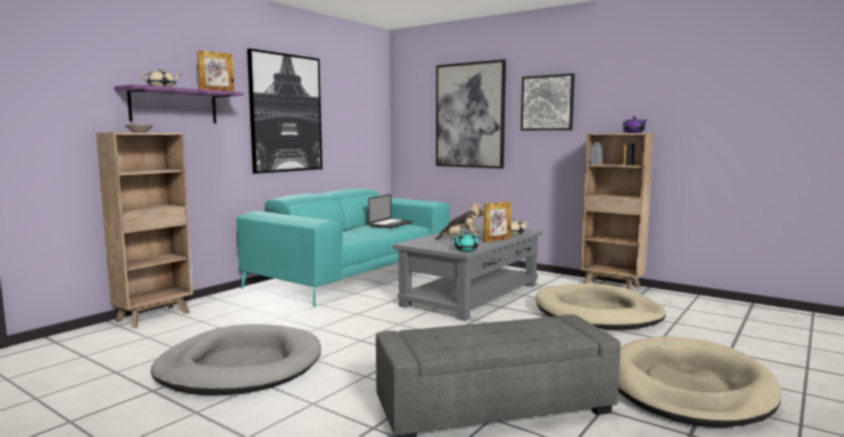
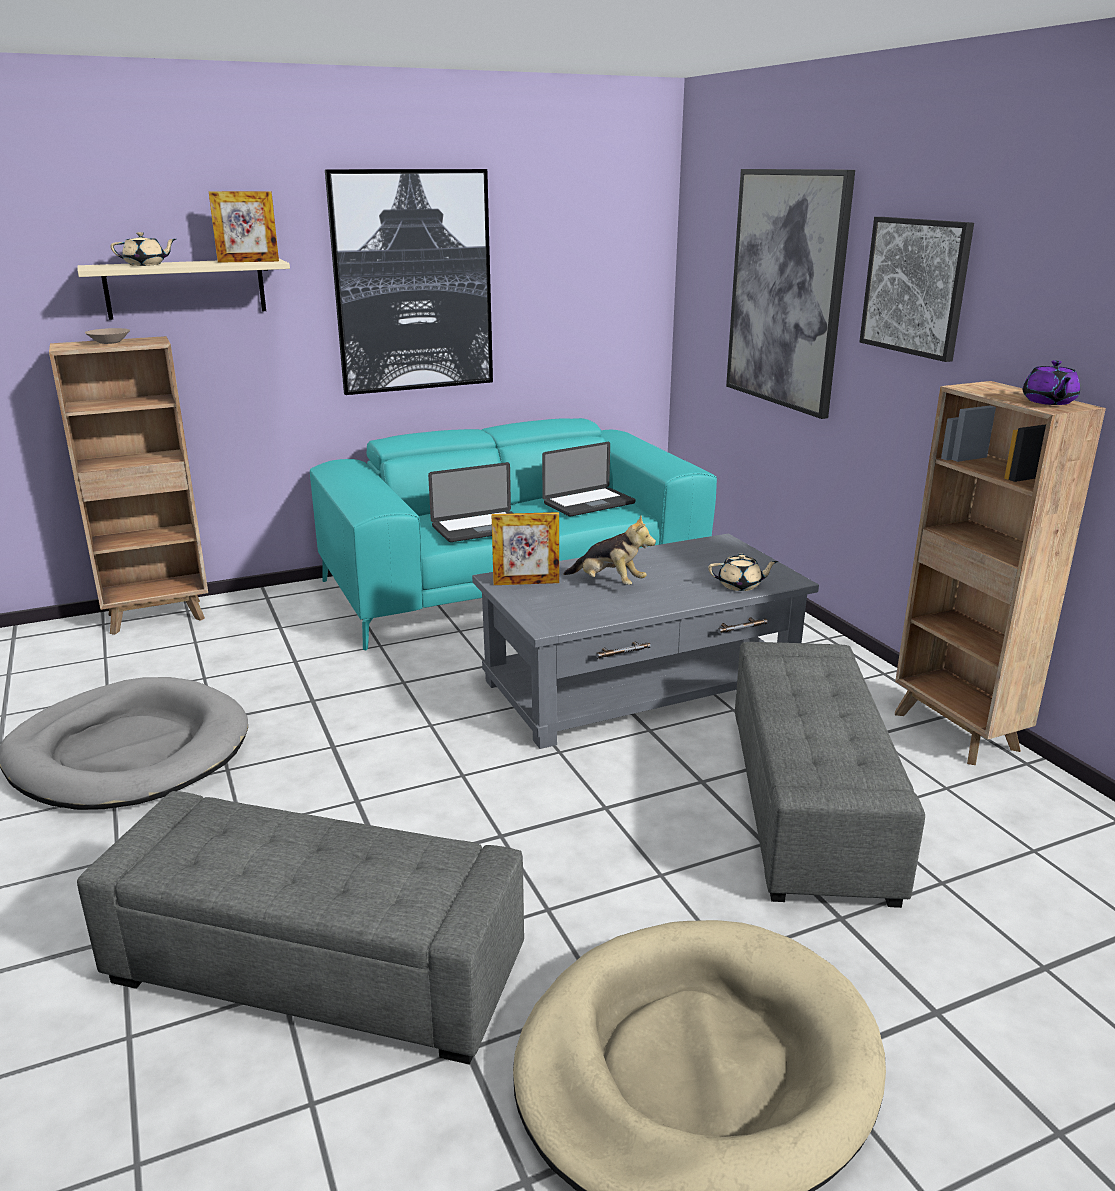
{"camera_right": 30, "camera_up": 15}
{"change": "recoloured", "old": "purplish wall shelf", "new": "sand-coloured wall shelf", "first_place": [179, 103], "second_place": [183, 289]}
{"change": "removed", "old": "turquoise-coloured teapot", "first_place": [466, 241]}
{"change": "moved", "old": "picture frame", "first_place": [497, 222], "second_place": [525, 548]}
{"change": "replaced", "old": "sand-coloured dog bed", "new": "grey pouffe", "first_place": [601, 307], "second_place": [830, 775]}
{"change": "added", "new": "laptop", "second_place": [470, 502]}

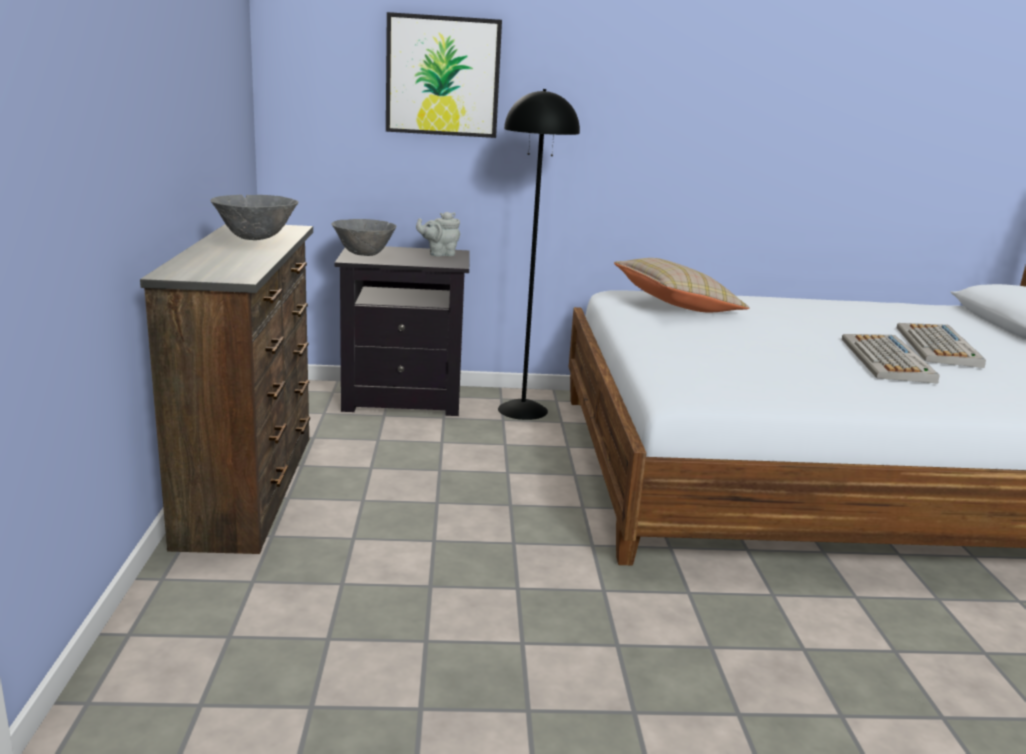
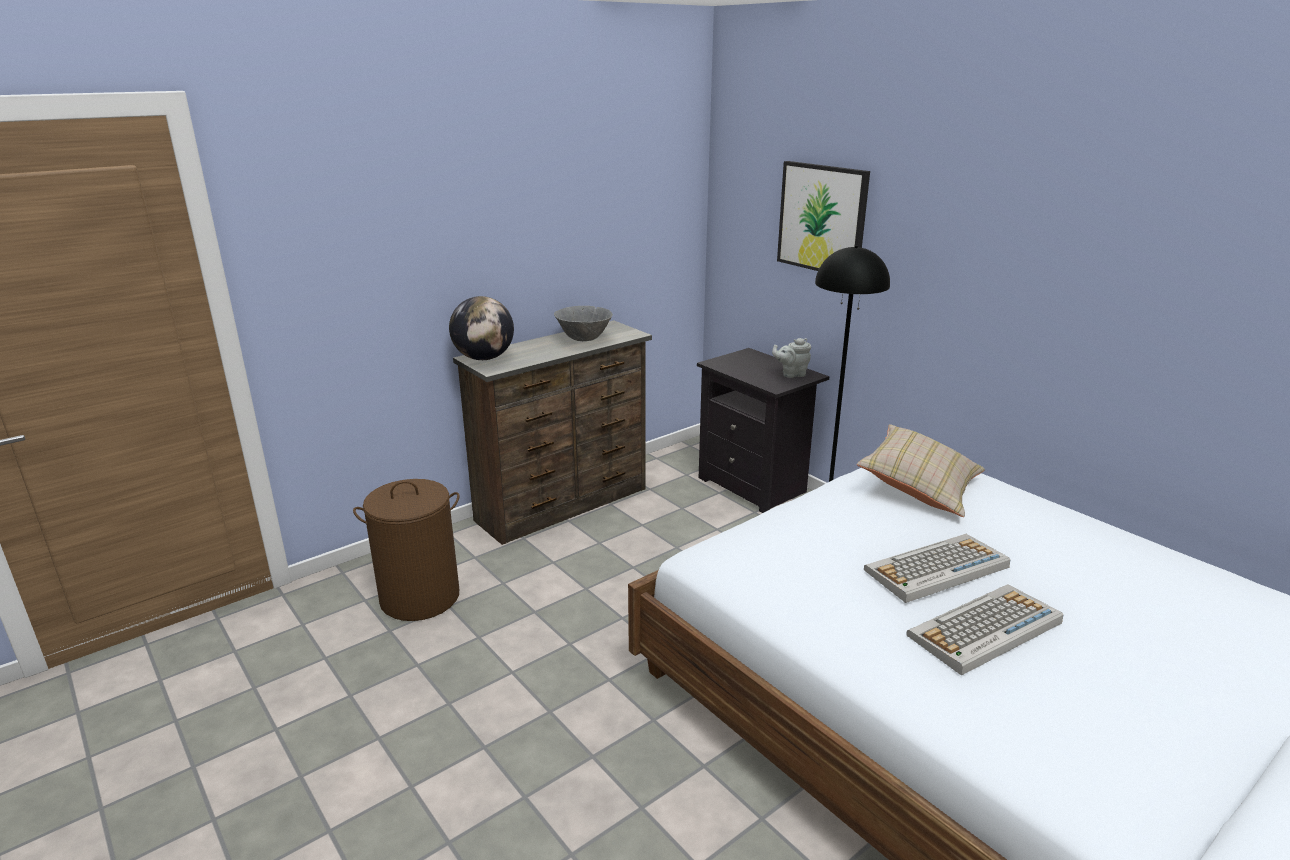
{"camera_right": 55, "camera_up": 5}
{"change": "removed", "old": "grey serving bowl", "first_place": [363, 237]}
{"change": "turned", "old": "grey teapot", "first_place": [438, 234], "second_place": [791, 358], "degrees": -45}
{"change": "moved", "old": "PC keyboard", "first_place": [941, 345], "second_place": [937, 568]}
{"change": "added", "new": "brown washing basket", "second_place": [406, 550]}
{"change": "added", "new": "desk globe", "second_place": [481, 328]}

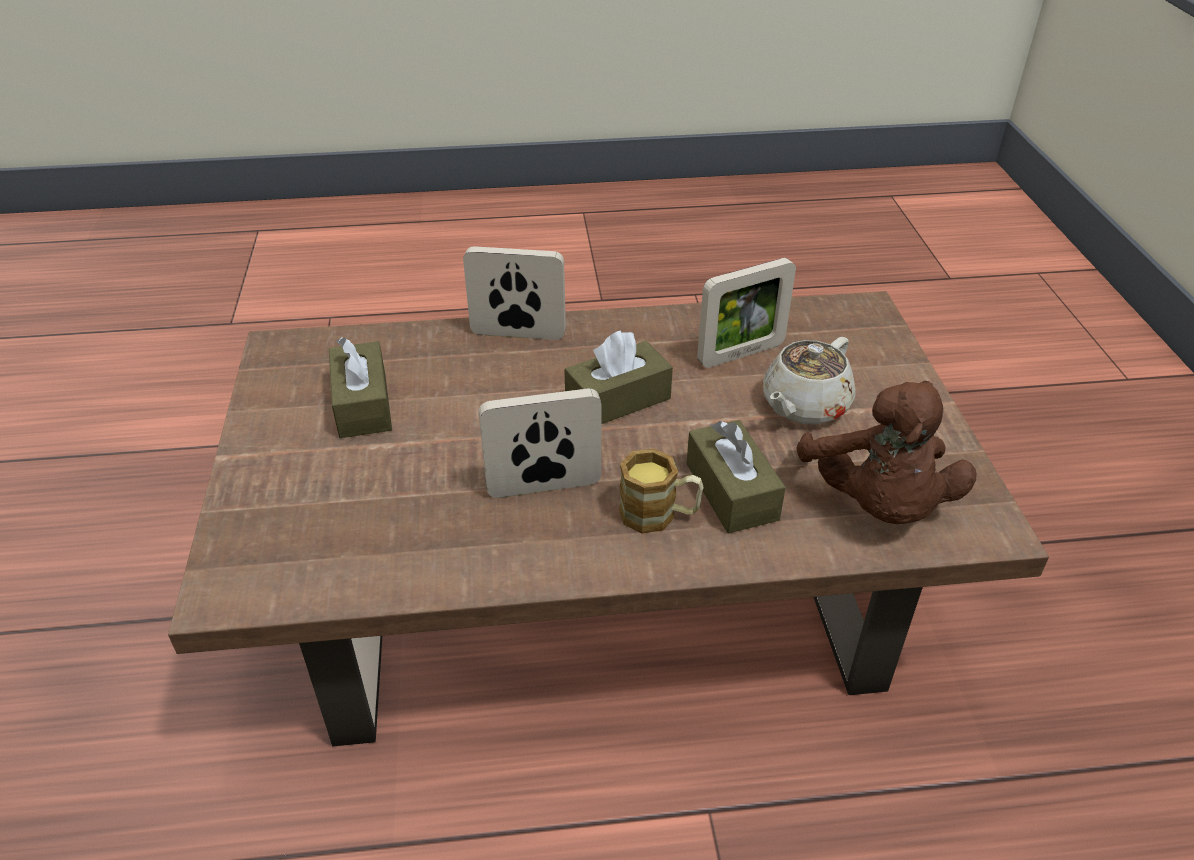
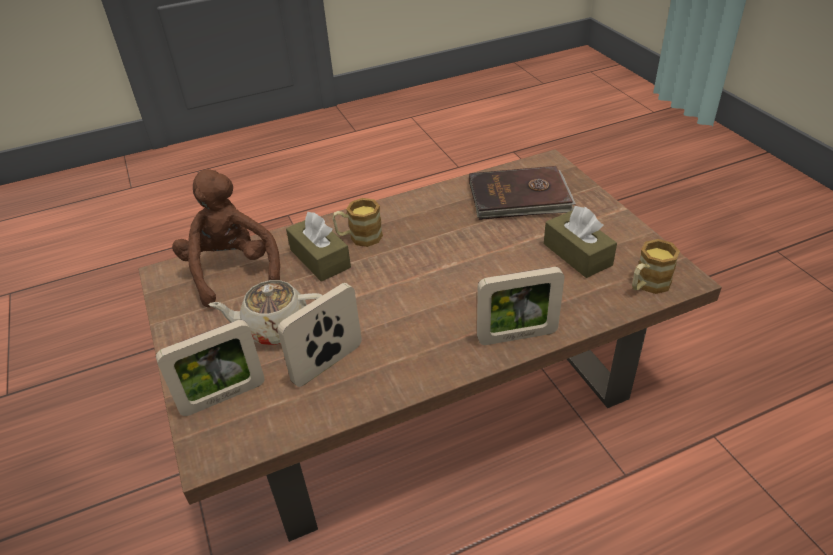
{"camera_right": 165, "camera_up": 0}
{"change": "moved", "old": "picture frame", "first_place": [540, 443], "second_place": [210, 368]}
{"change": "removed", "old": "brown box of tissues", "first_place": [618, 377]}
{"change": "turned", "old": "sand-coloured teapot", "first_place": [809, 381], "second_place": [265, 312], "degrees": -120}
{"change": "added", "new": "brown volume", "second_place": [522, 193]}
{"change": "added", "new": "mug", "second_place": [656, 266]}

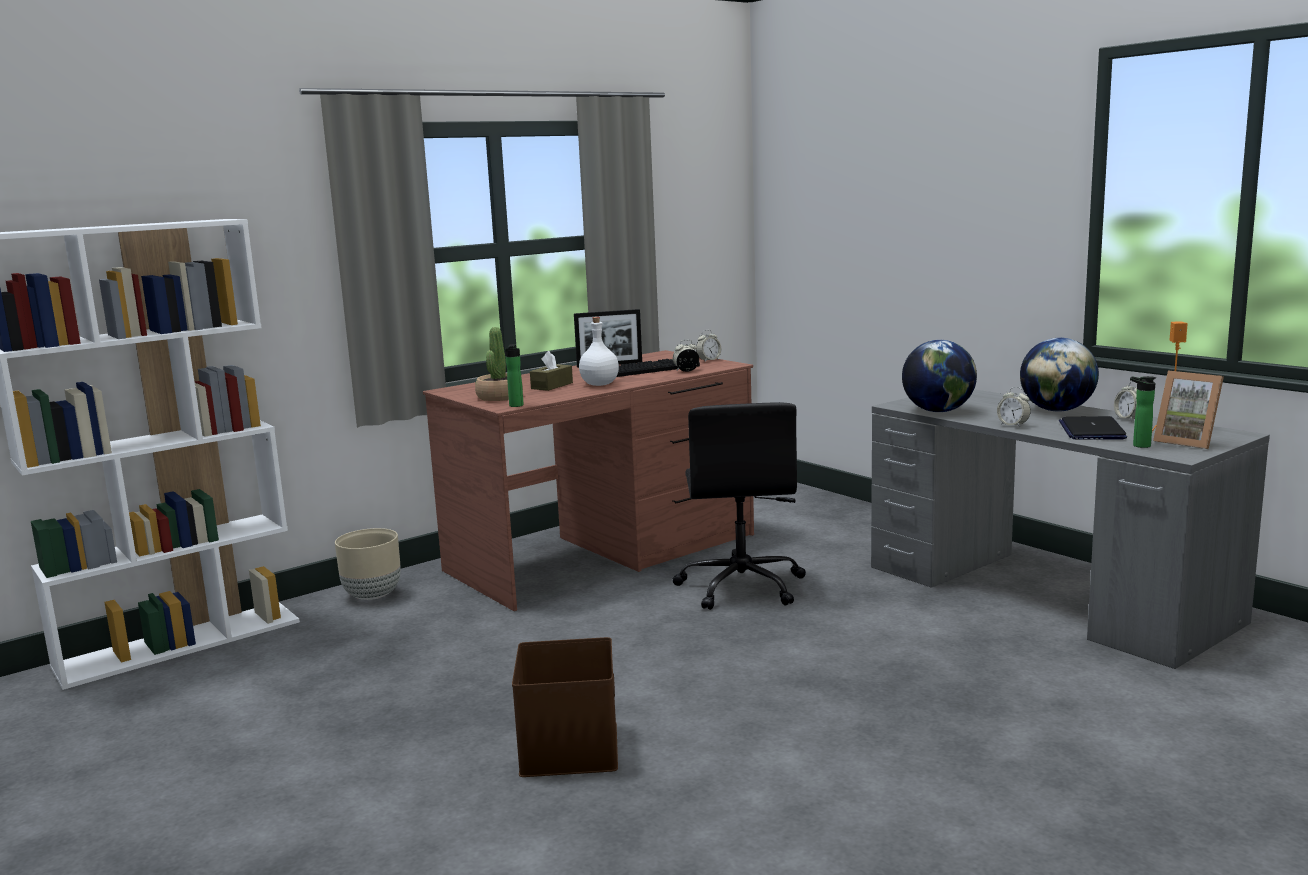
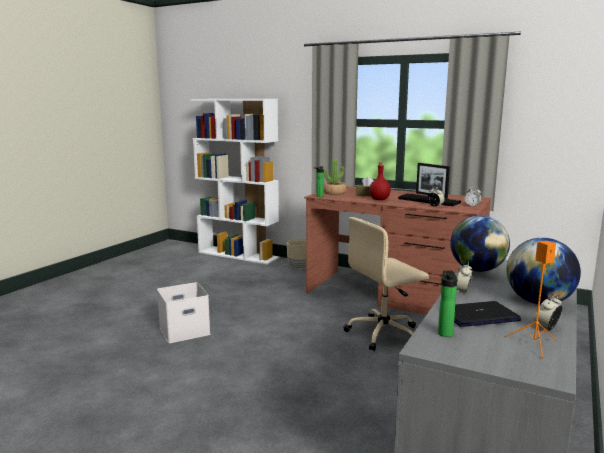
{"camera_right": 65, "camera_up": 0}
{"change": "recoloured", "old": "brown storage container", "new": "whitish storage container", "first_place": [565, 707], "second_place": [183, 312]}
{"change": "recoloured", "old": "whitish drink bottle", "new": "red-coloured drink bottle", "first_place": [599, 351], "second_place": [380, 181]}
{"change": "recoloured", "old": "black desk chair", "new": "sand-coloured desk chair", "first_place": [739, 506], "second_place": [386, 284]}
{"change": "removed", "old": "picture frame", "first_place": [1188, 410]}

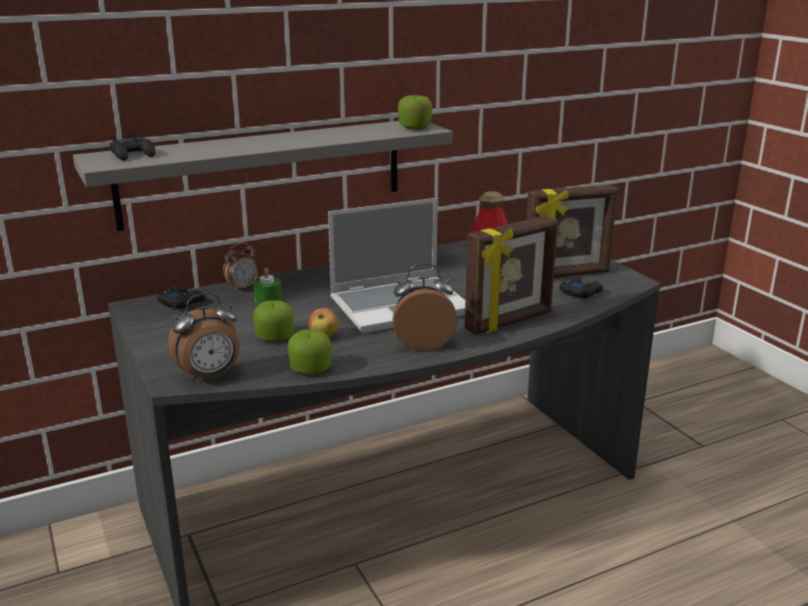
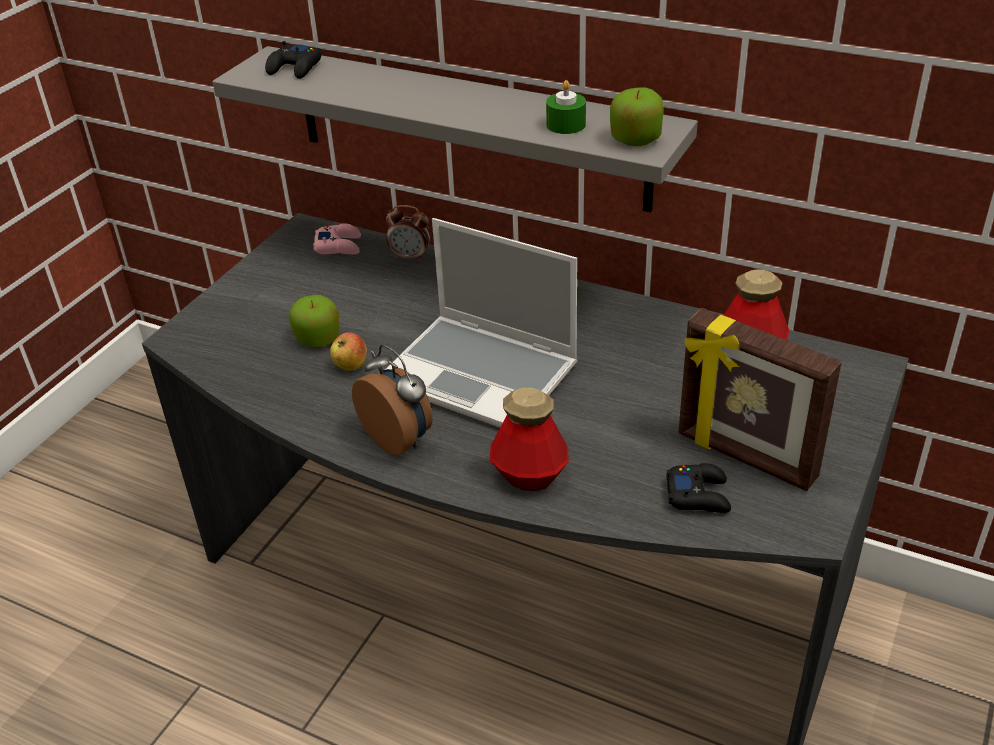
{"camera_right": 55, "camera_up": 15}
{"change": "recoloured", "old": "black joypad", "new": "pink joypad", "first_place": [181, 297], "second_place": [337, 238]}
{"change": "removed", "old": "alarm clock", "first_place": [203, 337]}
{"change": "moved", "old": "green wax candle", "first_place": [267, 285], "second_place": [566, 107]}
{"change": "removed", "old": "apple", "first_place": [310, 351]}
{"change": "replaced", "old": "picture frame", "new": "drink bottle", "first_place": [511, 275], "second_place": [529, 439]}

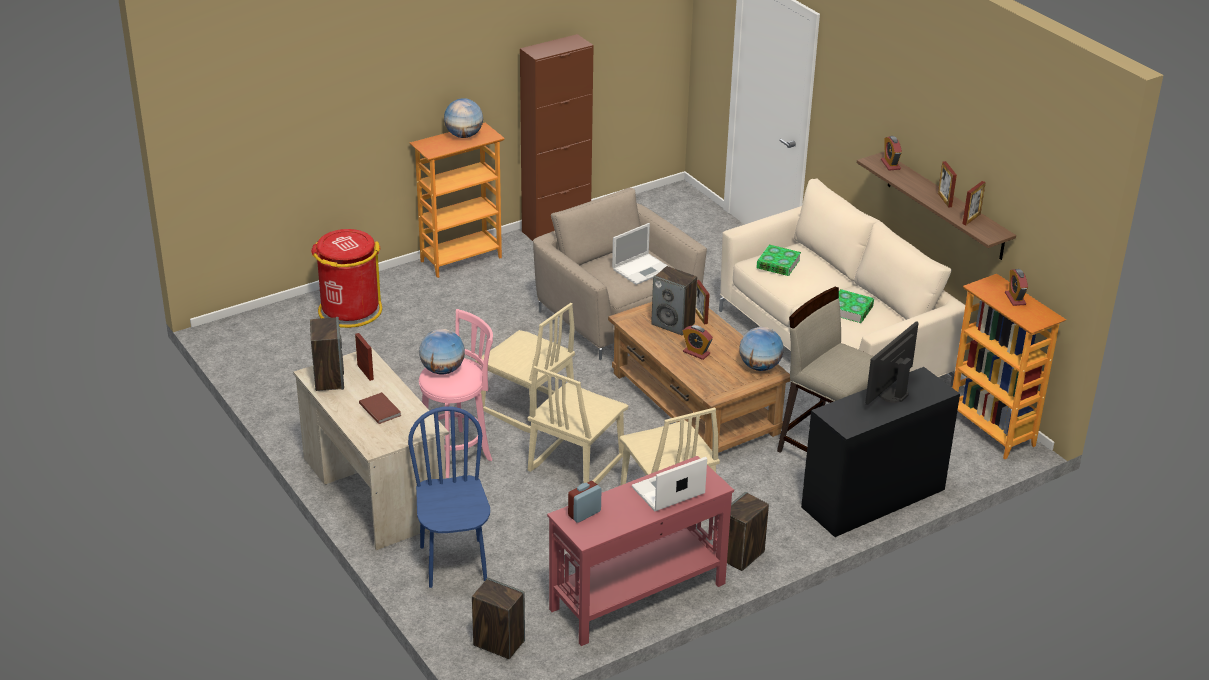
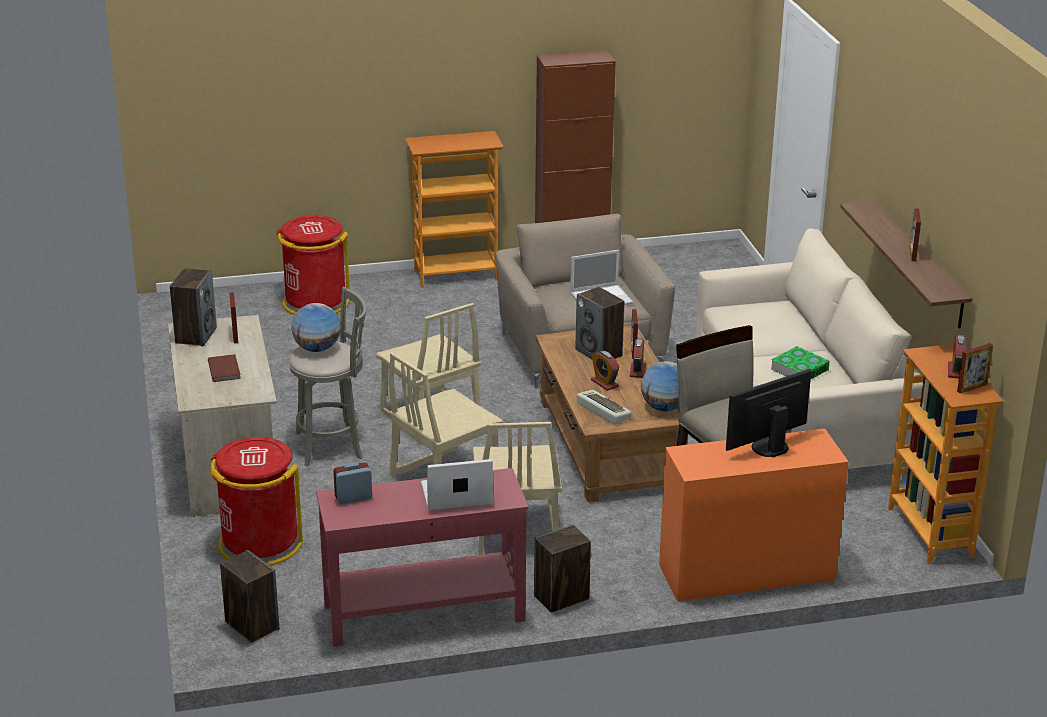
{"camera_right": 20, "camera_up": -5}
{"change": "replaced", "old": "blue plain chair", "new": "red-coloured waste bin", "first_place": [449, 497], "second_place": [256, 501]}
{"change": "recoloured", "old": "pink stool", "new": "grey stool", "first_place": [456, 393], "second_place": [327, 376]}
{"change": "removed", "old": "desk globe", "first_place": [463, 118]}
{"change": "removed", "old": "volume", "first_place": [778, 260]}
{"change": "recoloured", "old": "black desk", "new": "orange-coloured desk", "first_place": [880, 452], "second_place": [754, 515]}
{"change": "moved", "old": "alarm clock", "first_place": [891, 153], "second_place": [638, 358]}
{"change": "moved", "old": "picture frame", "first_place": [974, 203], "second_place": [975, 368]}
{"change": "added", "new": "PC keyboard", "second_place": [604, 407]}

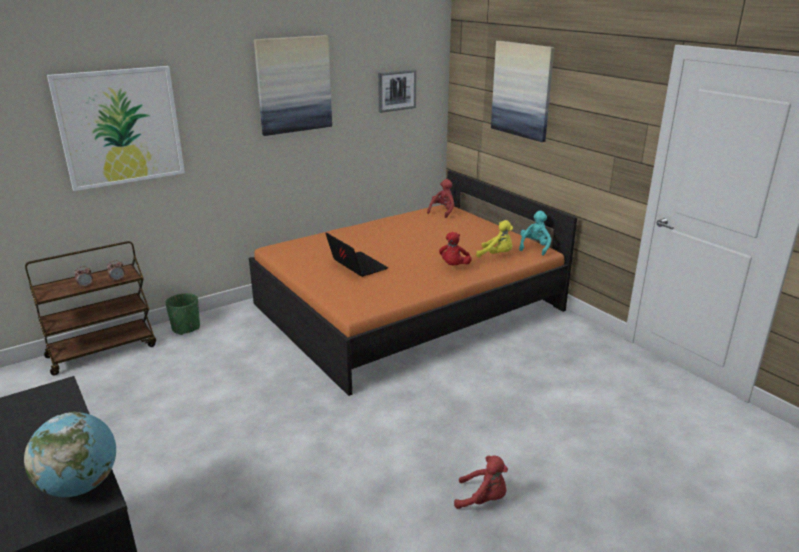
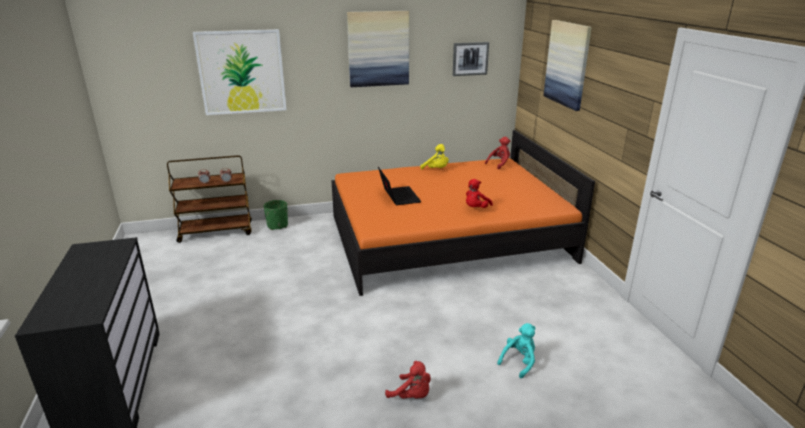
{"camera_right": 20, "camera_up": 0}
{"change": "removed", "old": "desk globe", "first_place": [70, 454]}
{"change": "moved", "old": "yellowish plush toy", "first_place": [494, 238], "second_place": [434, 157]}
{"change": "moved", "old": "turquoise-coloured plush toy", "first_place": [535, 233], "second_place": [516, 350]}

